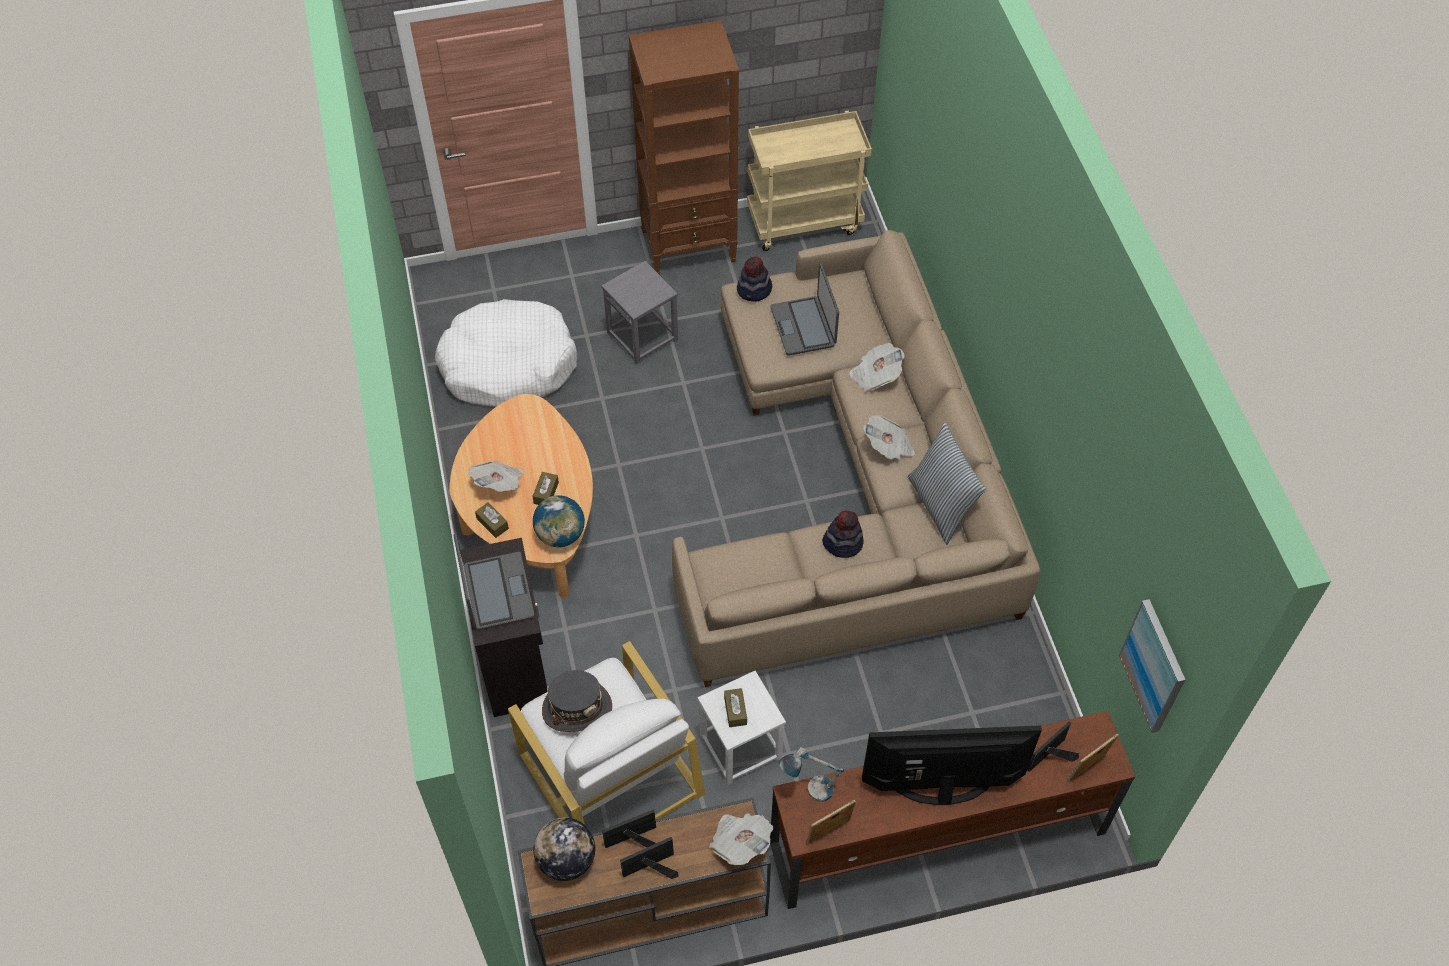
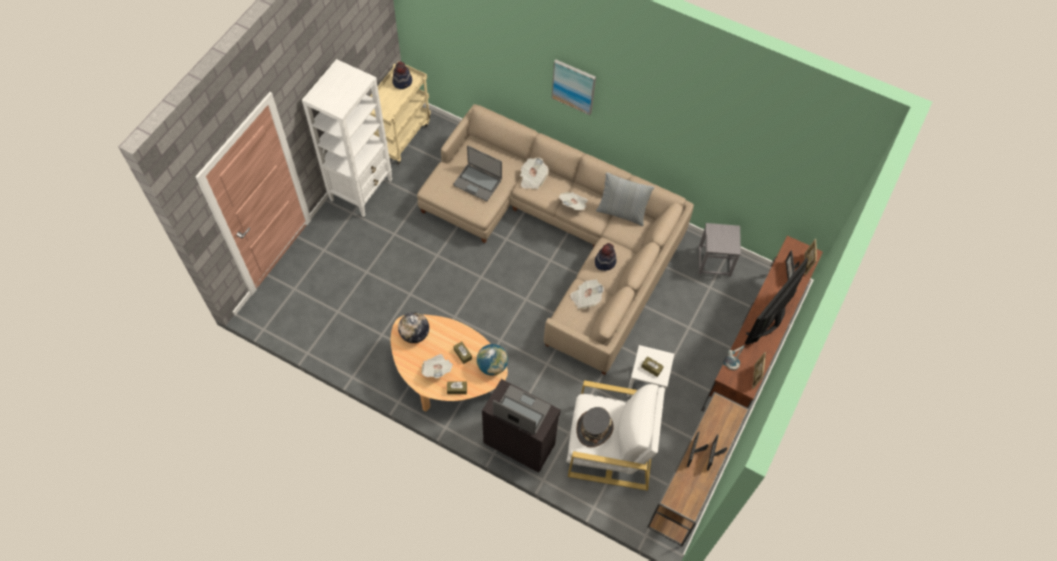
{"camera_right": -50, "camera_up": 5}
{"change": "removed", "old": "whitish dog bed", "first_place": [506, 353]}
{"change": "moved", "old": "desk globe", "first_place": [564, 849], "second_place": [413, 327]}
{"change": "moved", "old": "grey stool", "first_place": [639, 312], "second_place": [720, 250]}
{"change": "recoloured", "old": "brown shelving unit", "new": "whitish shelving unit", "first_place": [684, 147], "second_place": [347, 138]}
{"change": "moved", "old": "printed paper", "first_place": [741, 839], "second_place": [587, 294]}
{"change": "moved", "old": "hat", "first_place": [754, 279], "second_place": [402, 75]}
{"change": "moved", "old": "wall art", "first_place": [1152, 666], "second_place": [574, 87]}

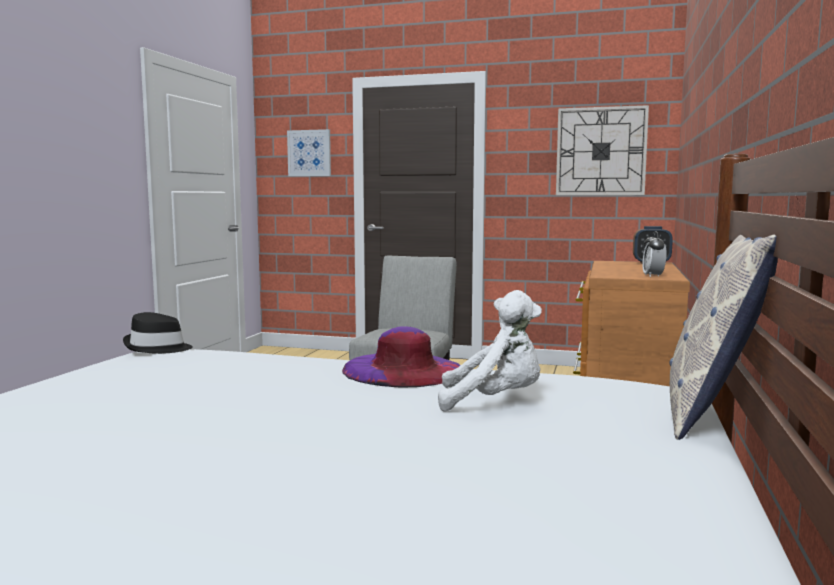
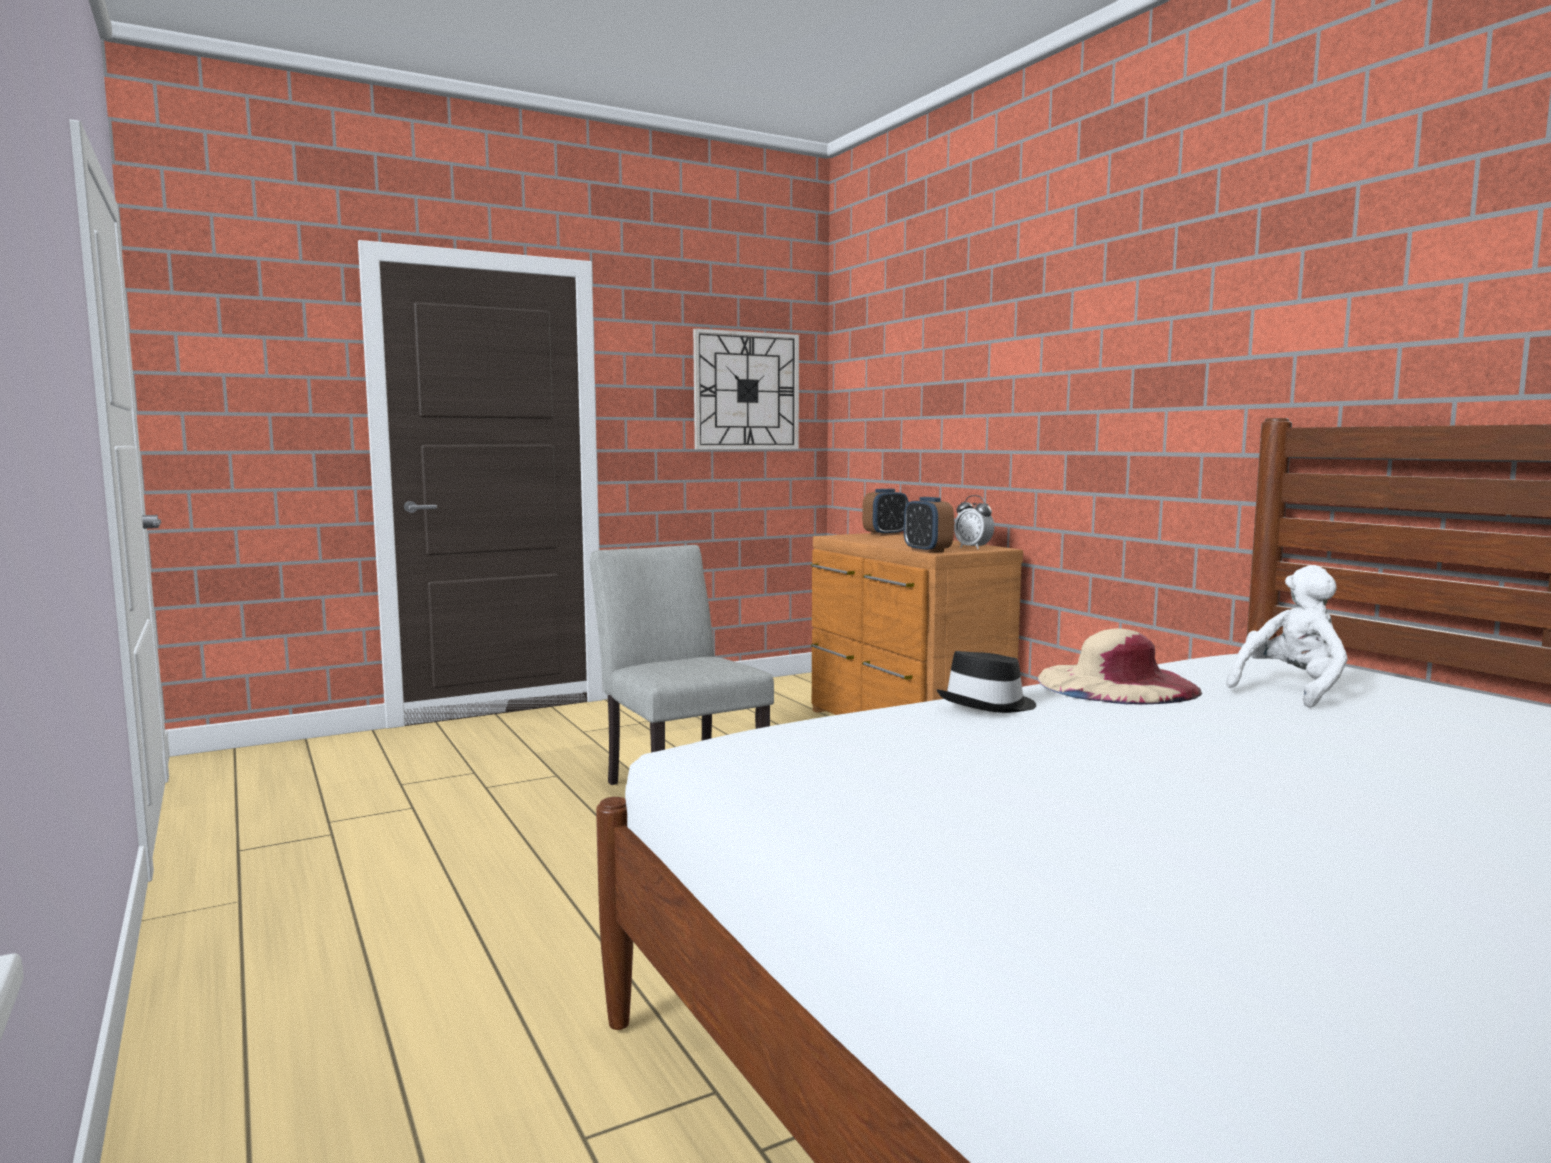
{"camera_right": -45, "camera_up": 0}
{"change": "moved", "old": "black hat", "first_place": [158, 333], "second_place": [986, 682]}
{"change": "removed", "old": "wall art", "first_place": [309, 152]}
{"change": "recoloured", "old": "purplish hat", "new": "sand-coloured hat", "first_place": [401, 356], "second_place": [1120, 666]}
{"change": "removed", "old": "cushion", "first_place": [723, 337]}
{"change": "added", "new": "alarm clock", "second_place": [929, 525]}

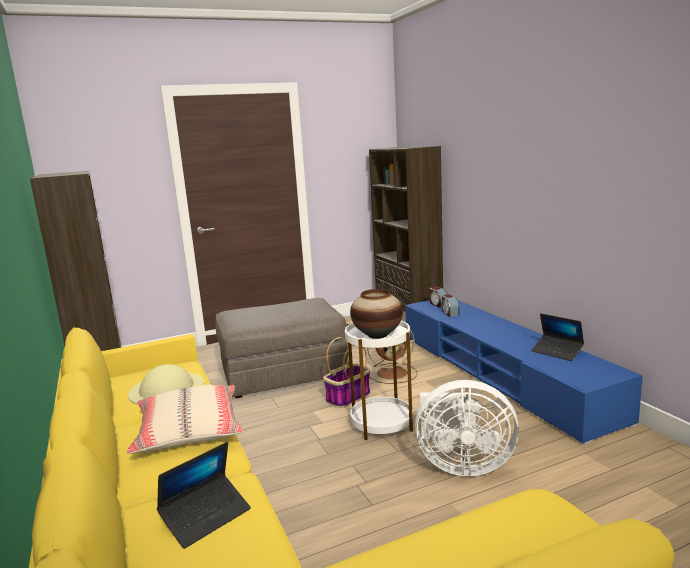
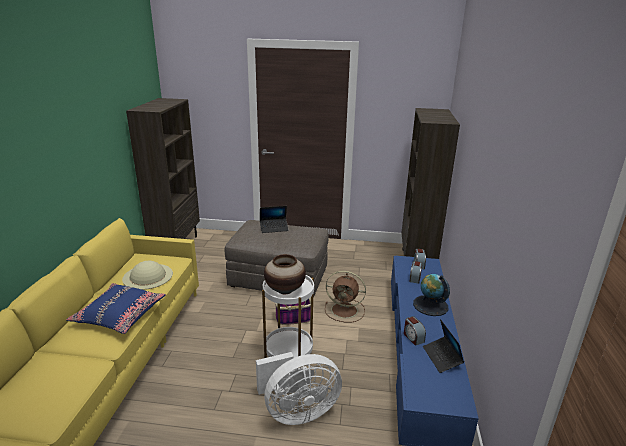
{"camera_right": 30, "camera_up": 10}
{"change": "recoloured", "old": "sand-coloured cushion", "new": "blue cushion", "first_place": [184, 419], "second_place": [116, 308]}
{"change": "moved", "old": "laptop", "first_place": [204, 495], "second_place": [274, 219]}
{"change": "turned", "old": "whitish electric fan", "first_place": [467, 428], "second_place": [299, 388], "degrees": -60}
{"change": "added", "new": "alarm clock", "second_place": [415, 331]}
{"change": "added", "new": "desk globe", "second_place": [431, 295]}

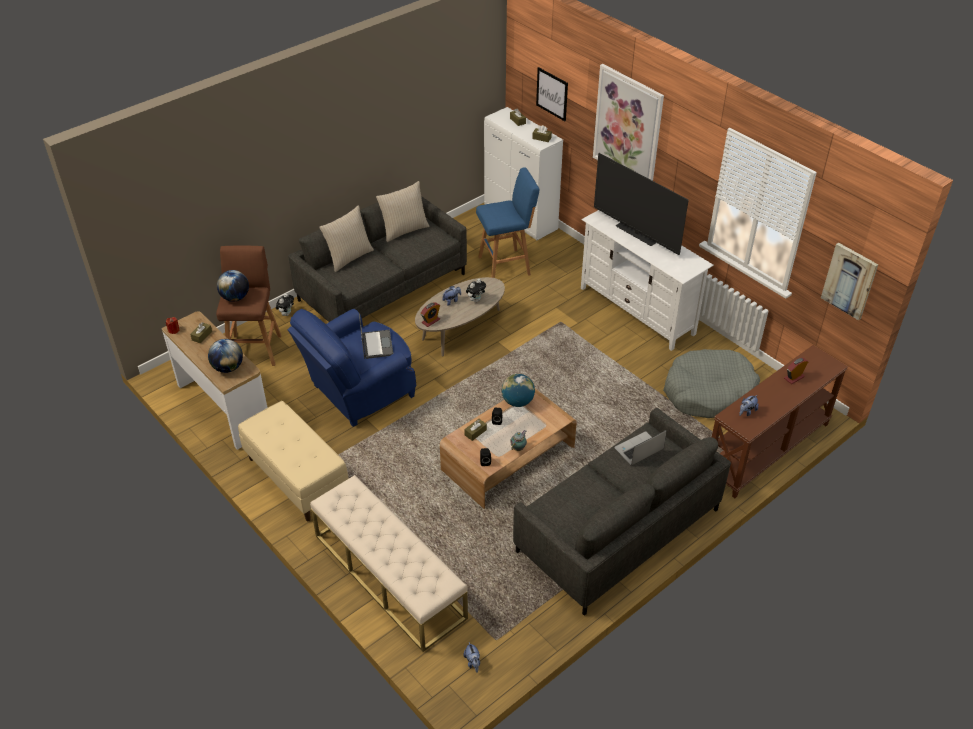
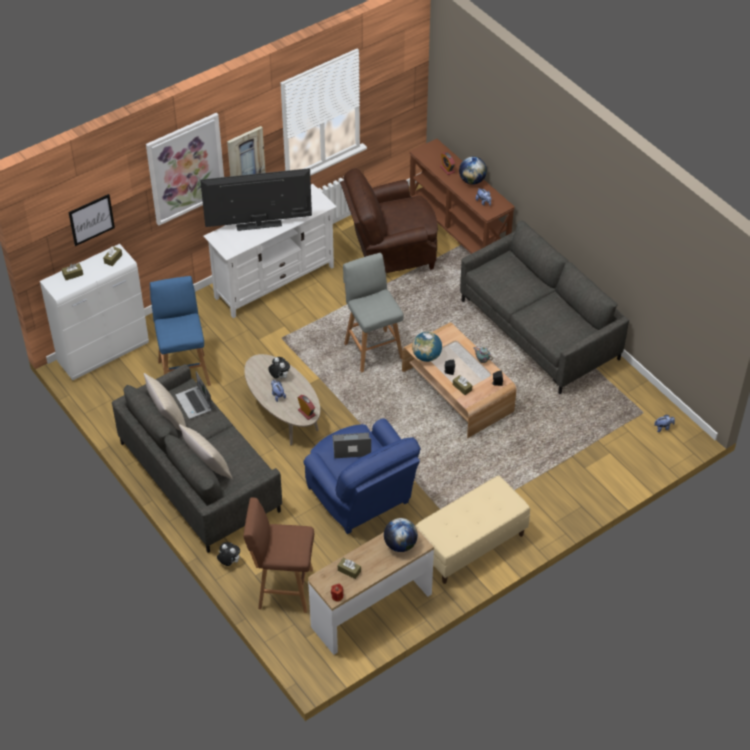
{"camera_right": -85, "camera_up": 5}
{"change": "moved", "old": "desk globe", "first_place": [233, 286], "second_place": [473, 171]}
{"change": "removed", "old": "sand-coloured indoor bench", "first_place": [389, 563]}
{"change": "turned", "old": "TV set", "first_place": [641, 204], "second_place": [256, 199], "degrees": -150}
{"change": "moved", "old": "laptop", "first_place": [640, 447], "second_place": [194, 395]}
{"change": "replaced", "old": "grey dog bed", "new": "brown lounge chair", "first_place": [711, 383], "second_place": [389, 220]}
{"change": "moved", "old": "wall art", "first_place": [849, 281], "second_place": [246, 151]}
{"change": "added", "new": "grey stool", "second_place": [373, 312]}

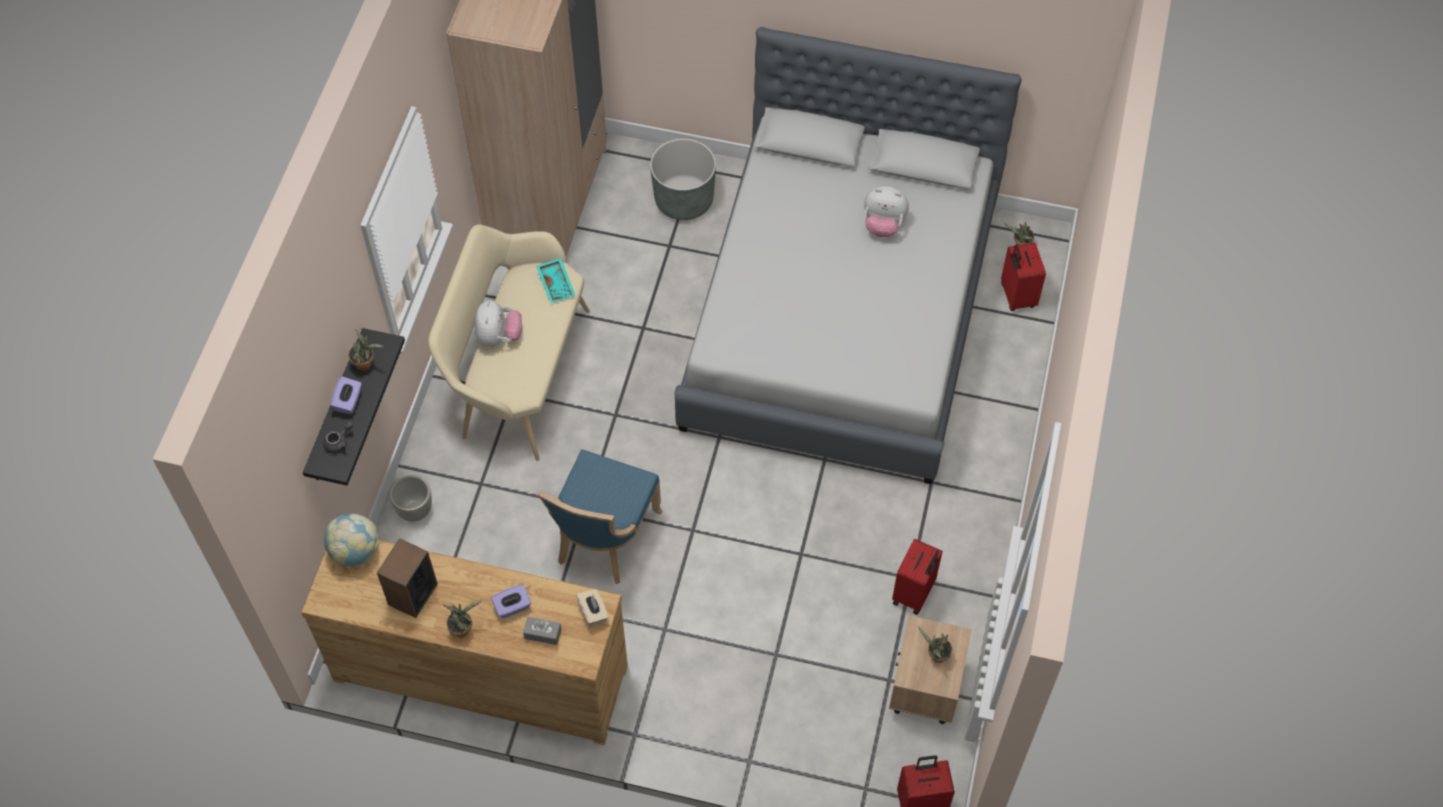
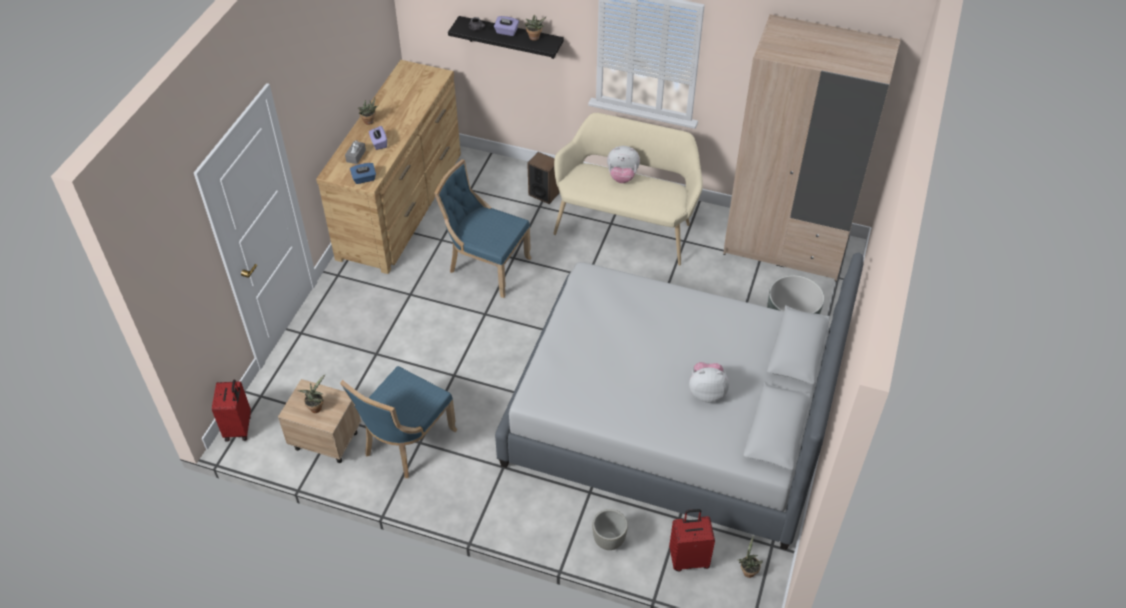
{"camera_right": 95, "camera_up": -10}
{"change": "removed", "old": "desk globe", "first_place": [351, 539]}
{"change": "moved", "old": "loudspeaker", "first_place": [407, 578], "second_place": [543, 178]}
{"change": "moved", "old": "grey flower pot", "first_place": [411, 498], "second_place": [610, 529]}
{"change": "removed", "old": "turquoise-coloured carrying tray", "first_place": [555, 280]}
{"change": "recoloured", "old": "sand-coloured box of tissues", "new": "blue box of tissues", "first_place": [592, 608], "second_place": [363, 173]}
{"change": "turned", "old": "plush toy", "first_place": [886, 211], "second_place": [709, 382], "degrees": 75}
{"change": "replaced", "old": "red-coloured travel case", "new": "blue plain chair", "first_place": [917, 577], "second_place": [399, 422]}

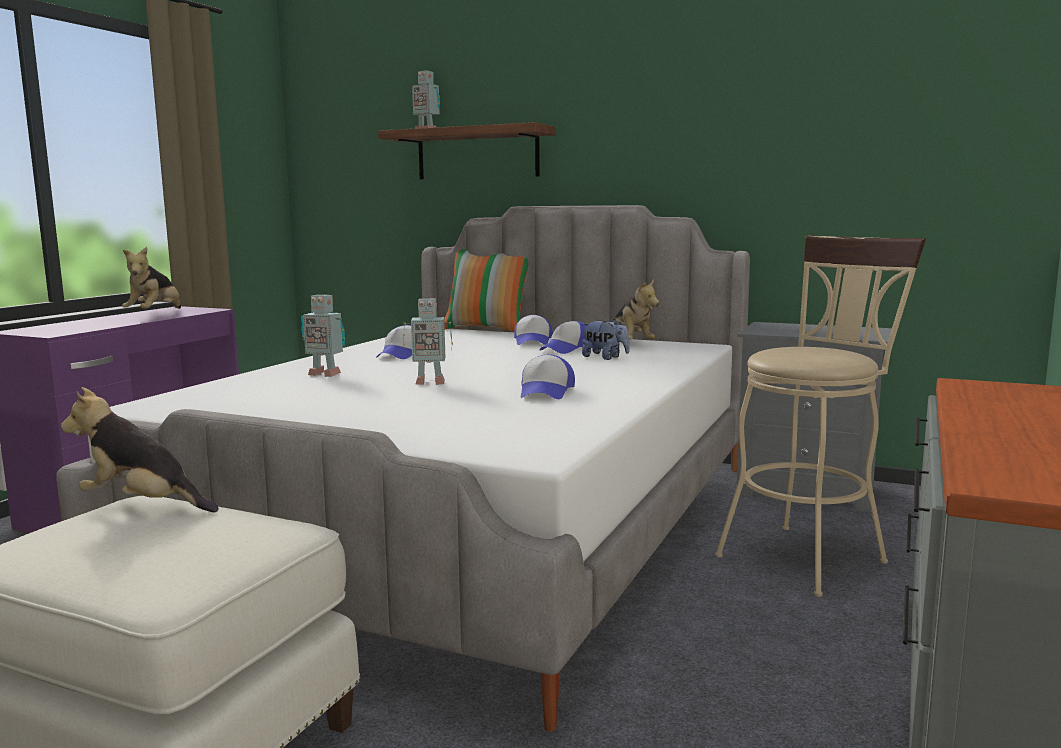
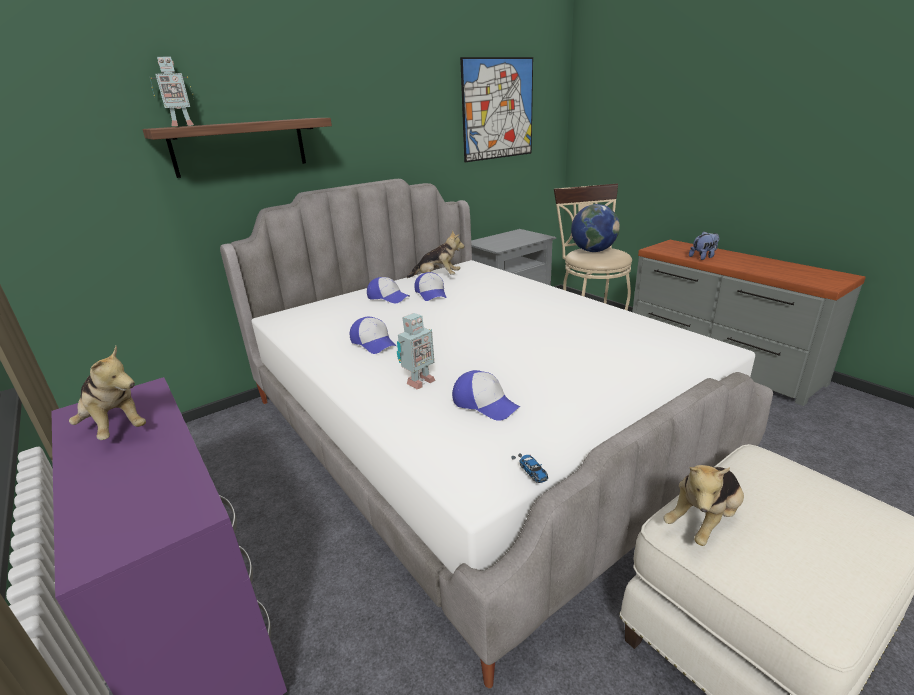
{"camera_right": -60, "camera_up": 15}
{"change": "removed", "old": "toy robot", "first_place": [428, 342]}
{"change": "removed", "old": "cushion", "first_place": [486, 289]}
{"change": "moved", "old": "cap", "first_place": [548, 377], "second_place": [486, 395]}
{"change": "moved", "old": "plush toy", "first_place": [606, 339], "second_place": [704, 245]}
{"change": "added", "new": "wall art", "second_place": [496, 109]}
{"change": "added", "new": "toy car", "second_place": [529, 468]}
{"change": "added", "new": "desk globe", "second_place": [595, 228]}

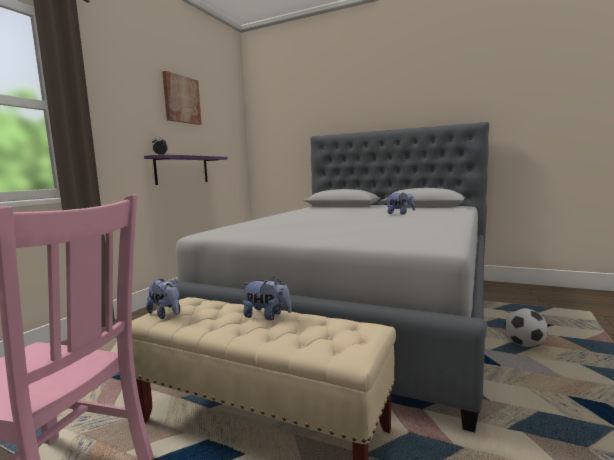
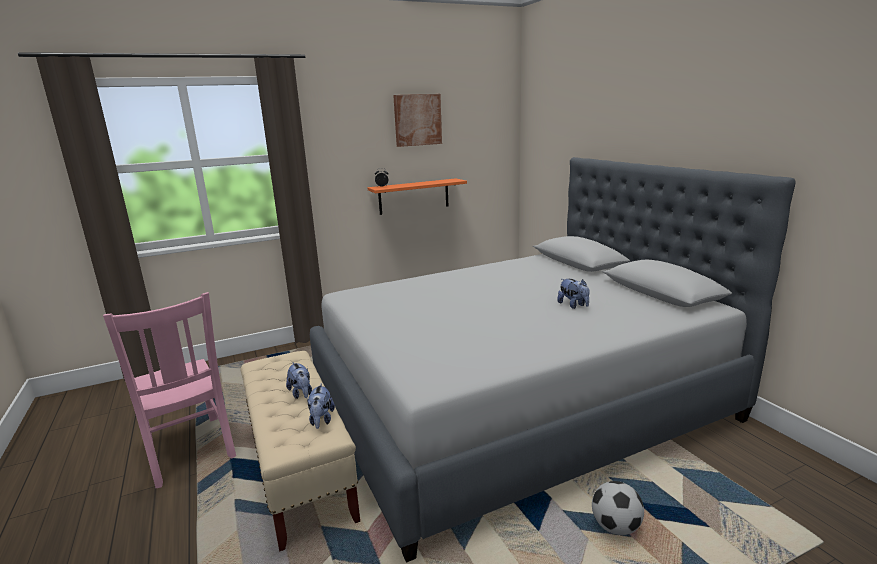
{"camera_right": 40, "camera_up": 10}
{"change": "recoloured", "old": "purplish wall shelf", "new": "orange-coloured wall shelf", "first_place": [185, 169], "second_place": [417, 196]}
{"change": "moved", "old": "plush toy", "first_place": [163, 298], "second_place": [321, 406]}

